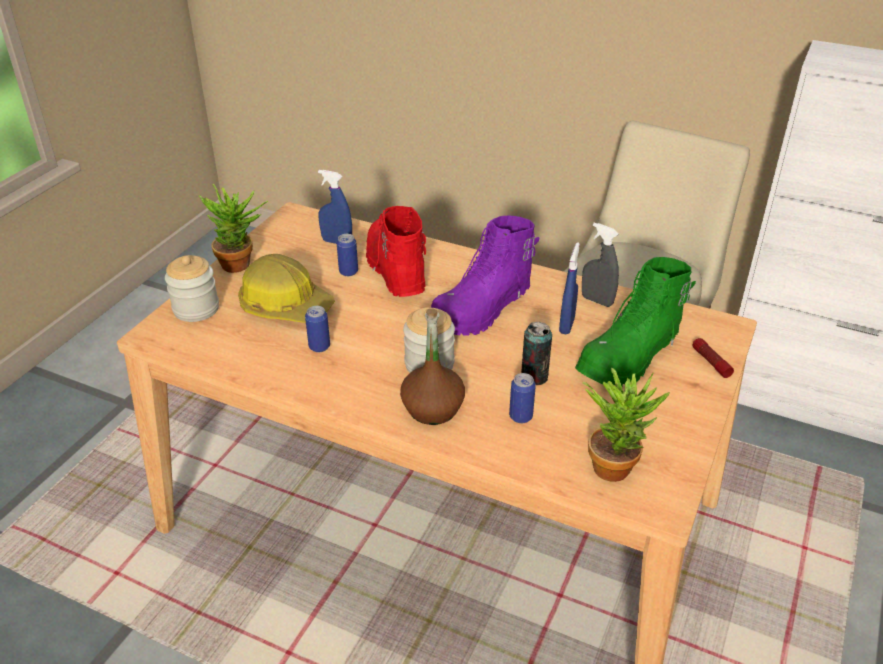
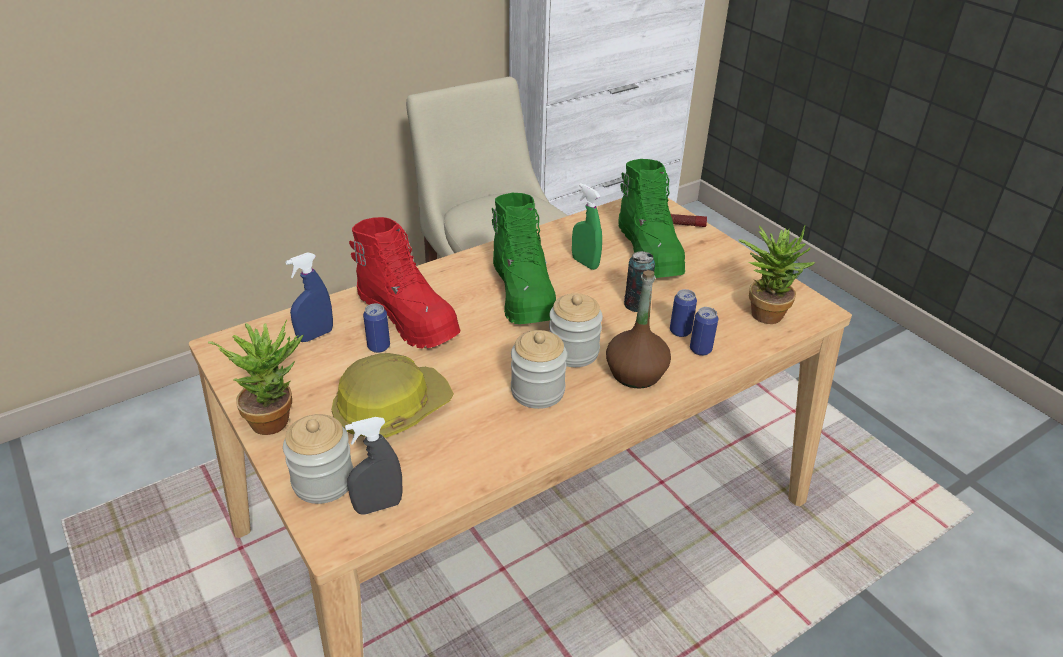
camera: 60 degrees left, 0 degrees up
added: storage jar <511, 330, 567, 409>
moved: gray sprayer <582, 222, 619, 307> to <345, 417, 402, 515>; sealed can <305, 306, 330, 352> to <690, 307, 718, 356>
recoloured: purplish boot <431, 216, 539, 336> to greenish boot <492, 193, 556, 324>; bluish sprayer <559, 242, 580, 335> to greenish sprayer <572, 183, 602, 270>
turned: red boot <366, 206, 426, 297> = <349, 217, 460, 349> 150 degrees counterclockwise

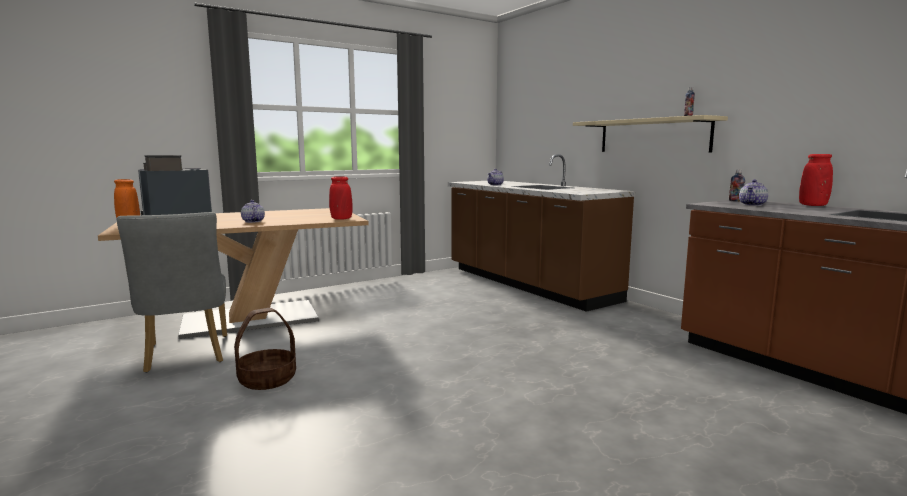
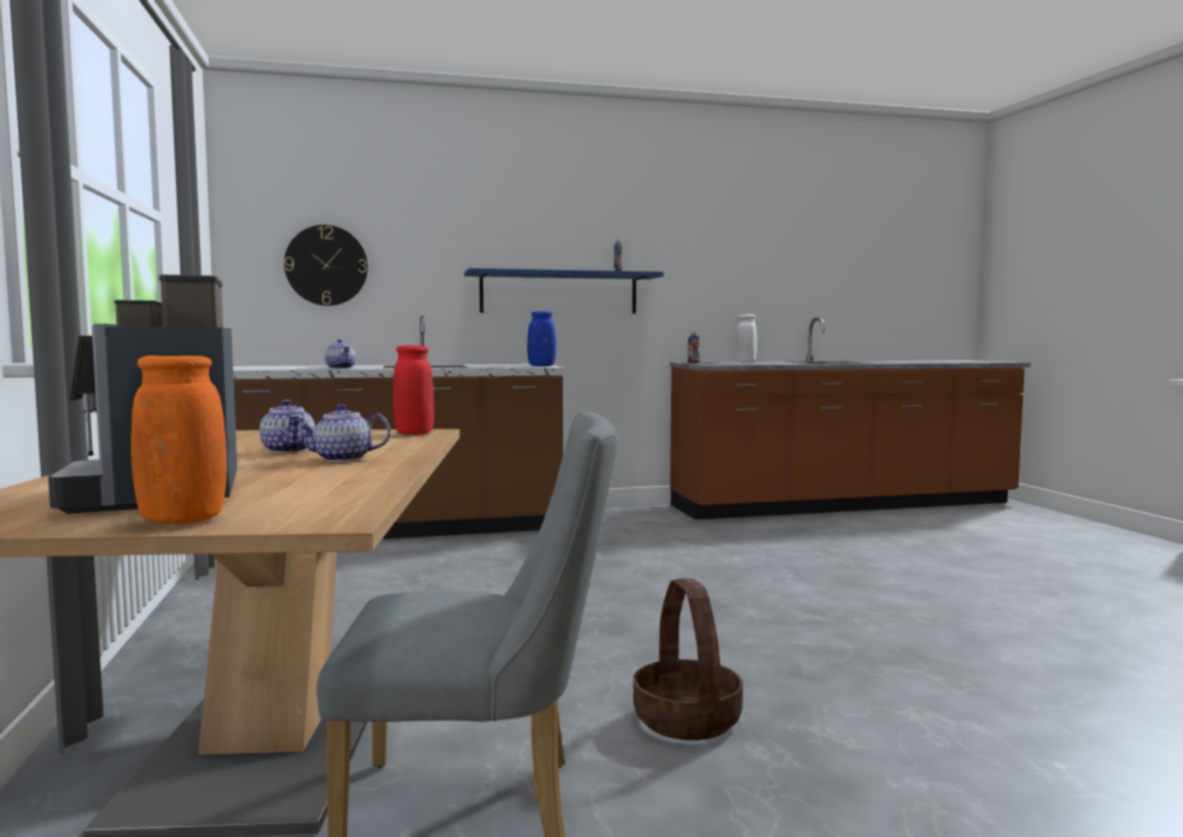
camera: 70 degrees left, 5 degrees down
added: clock on the wall <284, 225, 368, 306>; bluish vase <527, 311, 556, 366>
moved: tea pot <739, 180, 768, 206> to <260, 399, 315, 453>
recoloured: sand-coloured shelf <573, 115, 728, 152> to bluish shelf <464, 268, 664, 314>; red vase <799, 154, 833, 206> to white vase <736, 314, 757, 362>

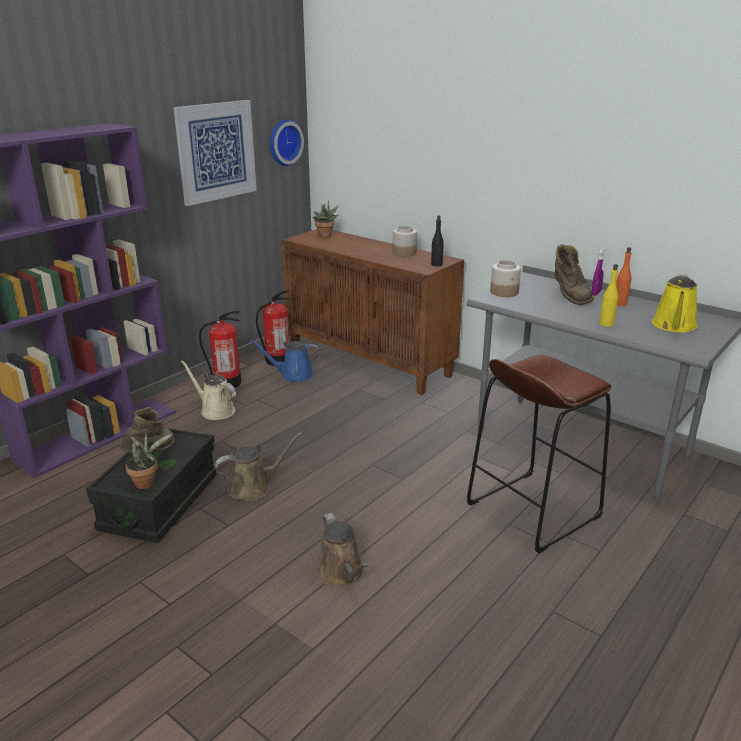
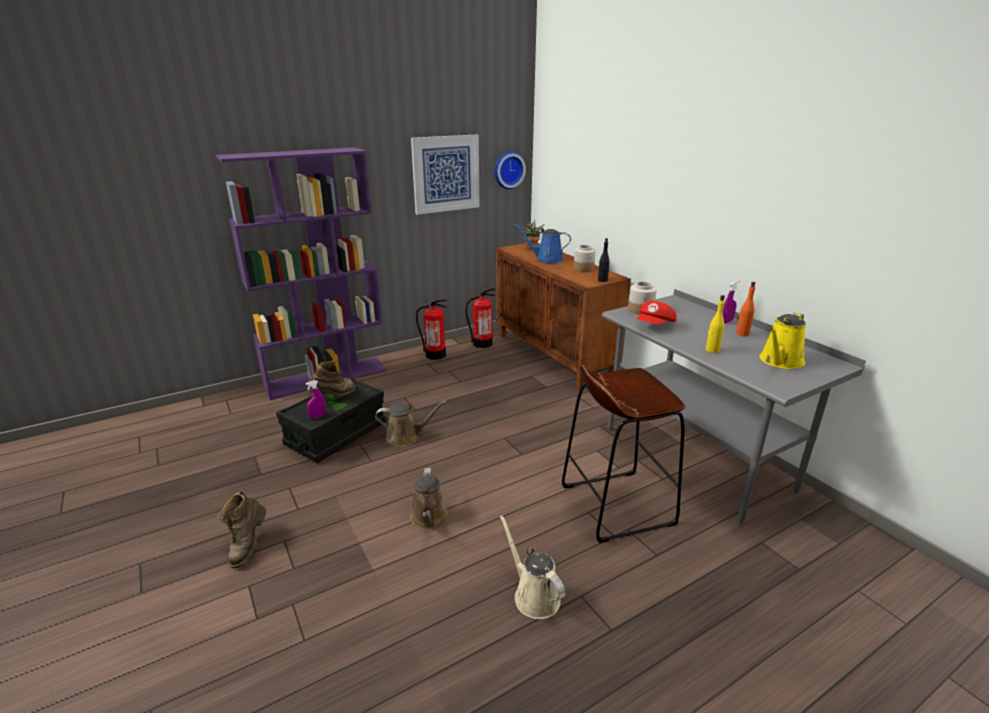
camera: 20 degrees right, 0 degrees up
added: red baseball cap <637, 301, 677, 325>
moved: brown-coloured boot <554, 244, 594, 305> to <217, 492, 266, 568>; sand-coloured sprinkling can <181, 360, 236, 420> to <500, 515, 565, 619>; bluish sprinkling can <250, 340, 320, 382> to <514, 224, 571, 263>
replaced: houseplant <126, 432, 173, 489> to purplish sprayer <305, 380, 326, 419>

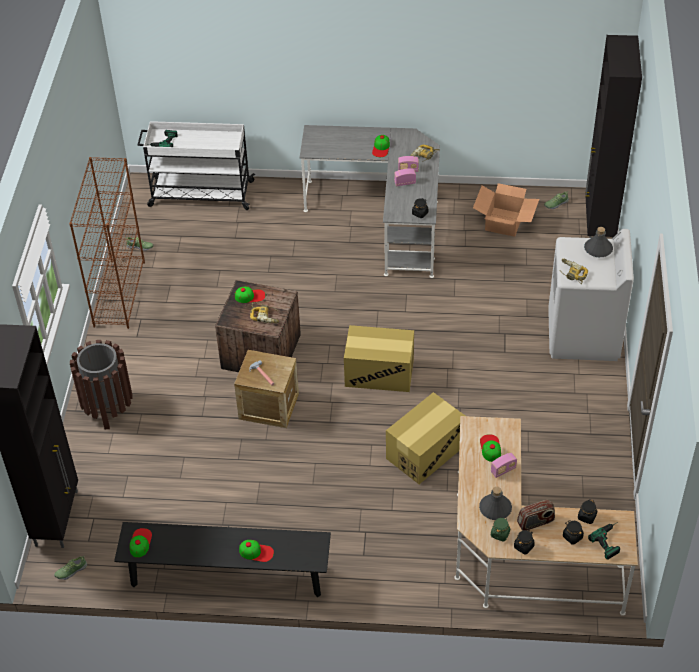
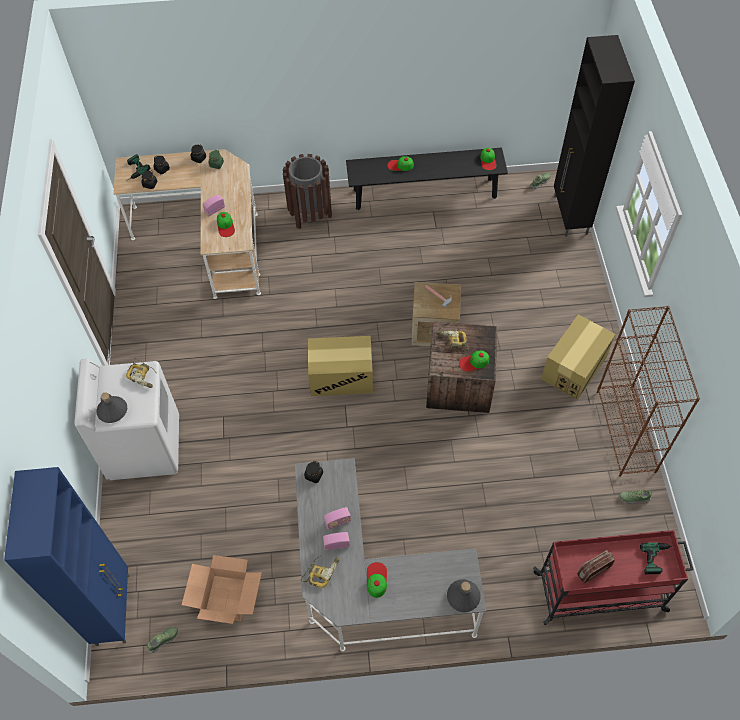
camera: 170 degrees right, 10 degrees up
moved: brown-coloured trash can <70, 340, 133, 429> to <283, 154, 332, 229>; gray bottle <479, 487, 512, 520> to <447, 579, 481, 612>; carton <386, 392, 465, 484> to <541, 314, 616, 400>; radio set <517, 499, 555, 531> to <577, 550, 615, 583>
recoloured: blackish cabinet <585, 35, 642, 239> to bluish cabinet <4, 467, 129, 646>; white trolley <137, 121, 255, 210> to red trolley <533, 530, 694, 626>

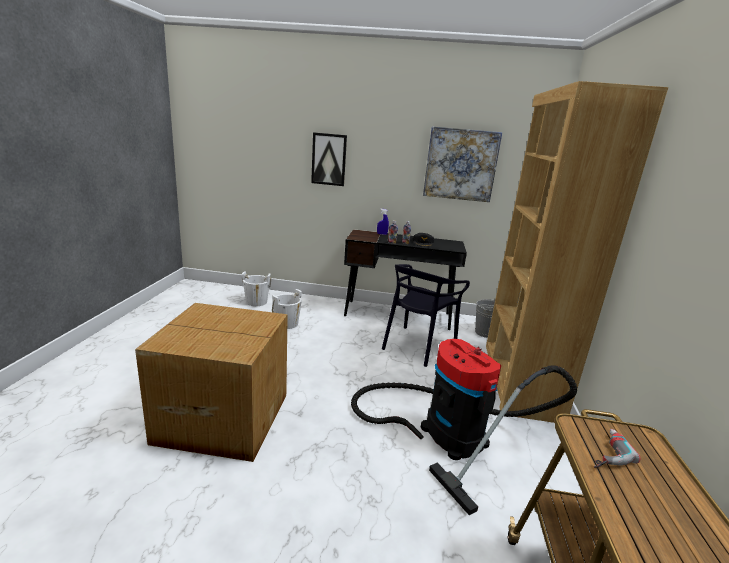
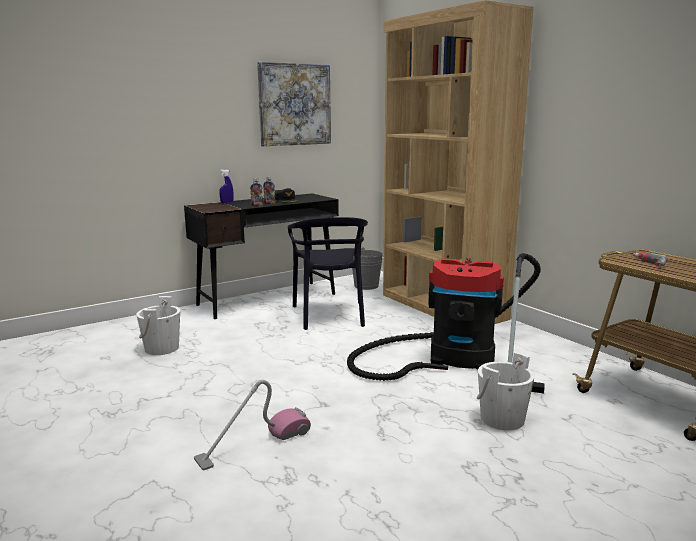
camera: 40 degrees left, 5 degrees down
removed: wall picture <311, 132, 347, 186>
moved: white pail <242, 271, 271, 306> to <477, 352, 535, 430>
replaced: carton <135, 303, 288, 462> to hoover <194, 380, 311, 470>

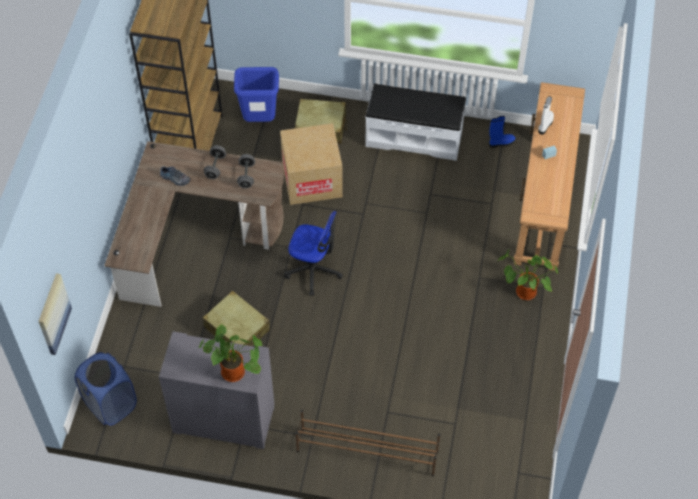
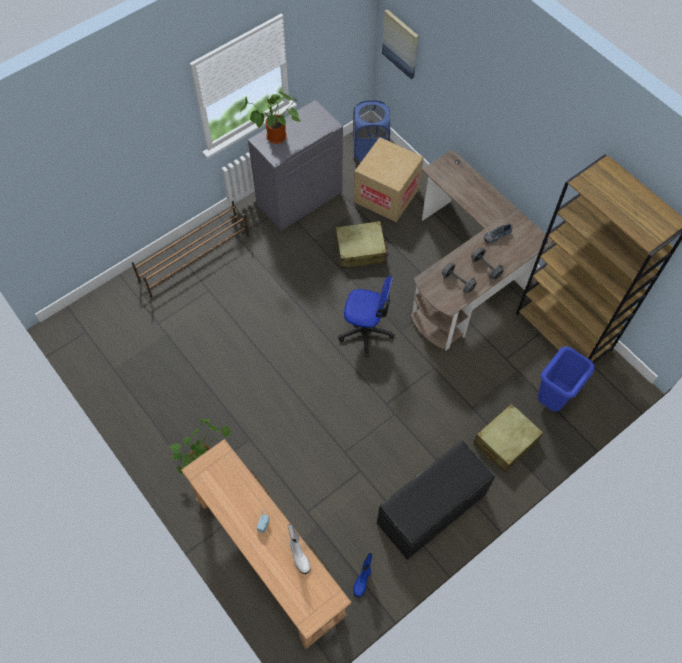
camera: 130 degrees right, 5 degrees up
moved: carton <280, 123, 343, 205> to <354, 137, 424, 222>
recoloured: white long seat <365, 84, 466, 161> to blackish long seat <377, 441, 495, 560>
turned: desk chair <284, 211, 343, 296> = <338, 276, 395, 357> 135 degrees counterclockwise

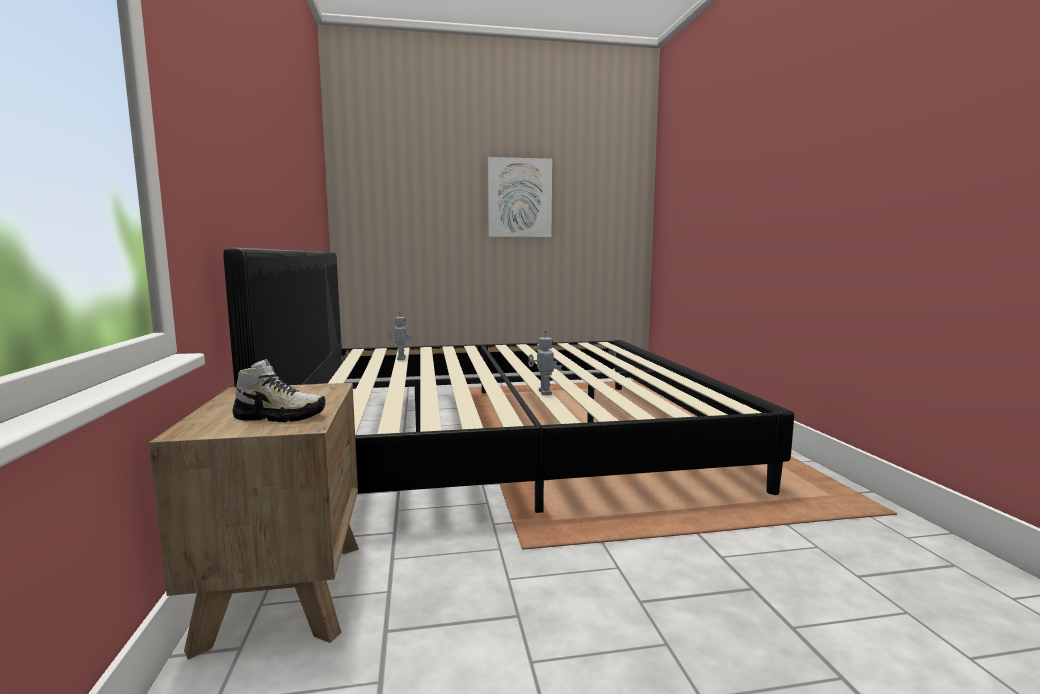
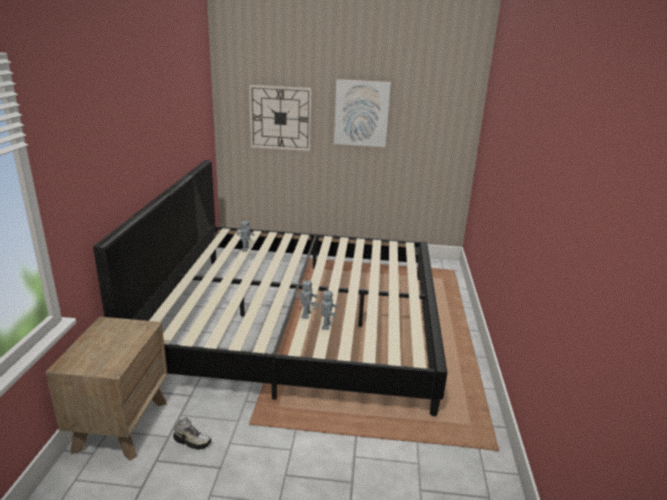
camera: 15 degrees right, 15 degrees up
added: clock on the wall <249, 85, 312, 151>; robot figure <315, 288, 338, 330>
moved: shoe <232, 359, 326, 422> to <173, 417, 211, 450>

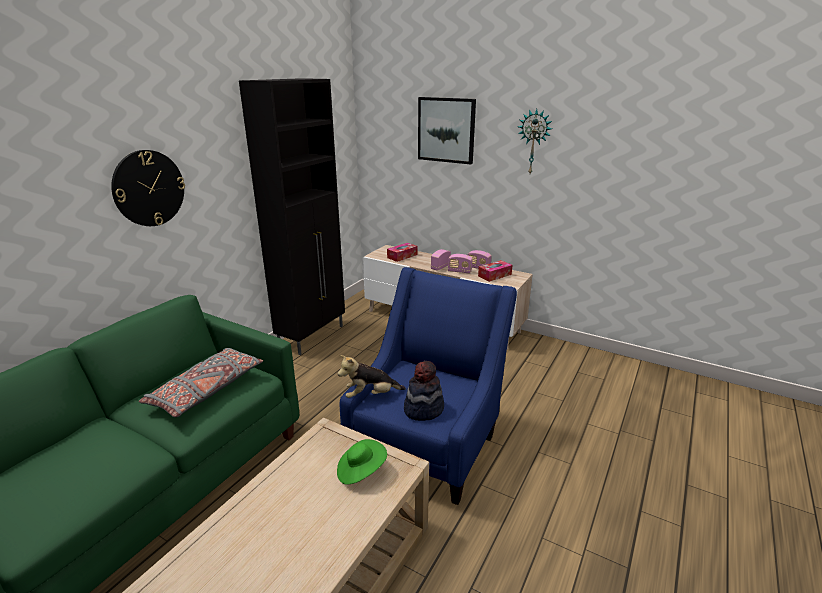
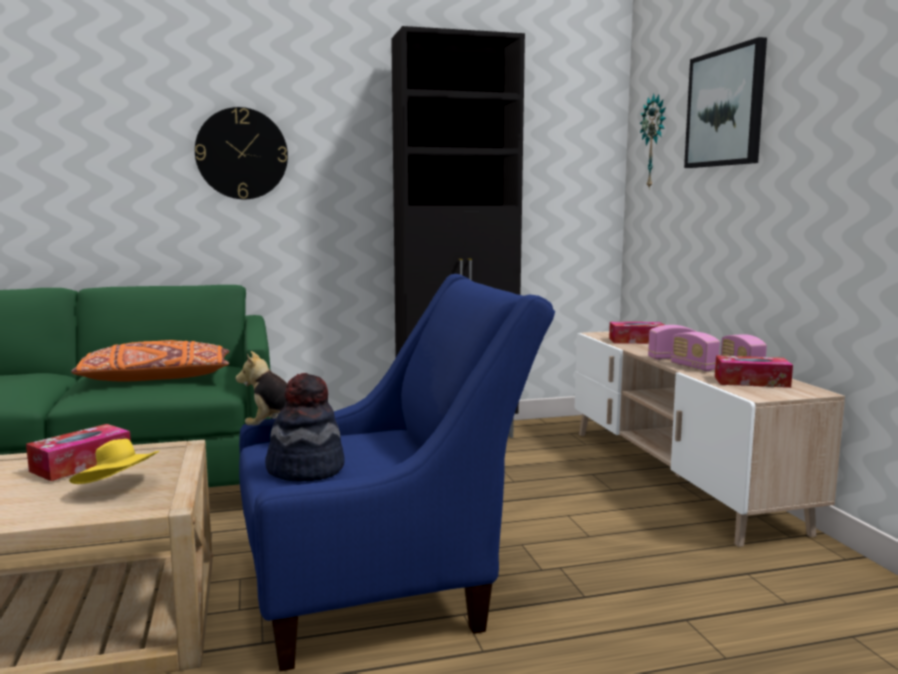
camera: 45 degrees right, 15 degrees down
added: box of tissues <26, 424, 131, 481>
moved: clock on the wall <518, 109, 552, 173> to <640, 94, 666, 188>
recoloured: greenish wearable hat <337, 439, 387, 485> to yellow wearable hat <69, 439, 159, 484>; gray throw pillow <139, 348, 263, 417> to orangey throw pillow <71, 340, 229, 381>

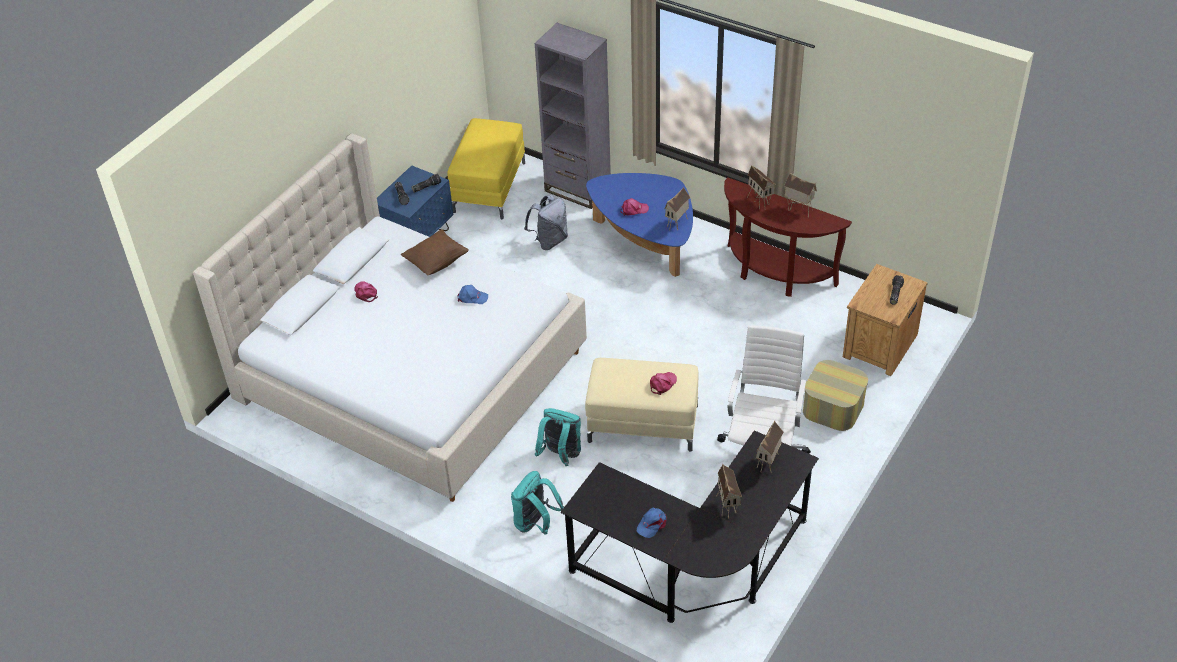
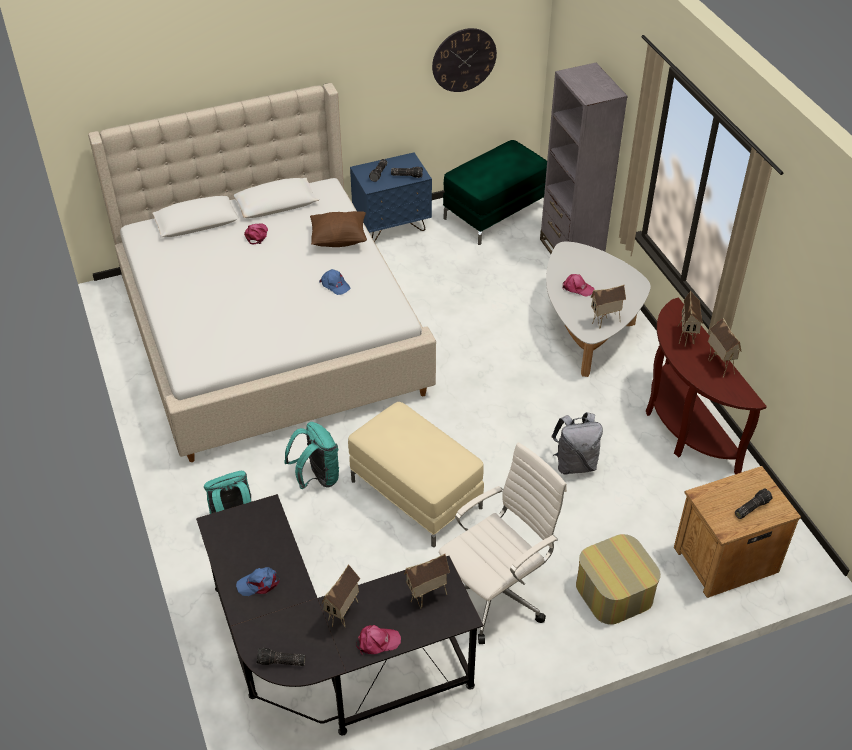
camera: 35 degrees right, 0 degrees up
added: torch <256, 648, 305, 666>; clock on the wall <432, 28, 497, 92>
moved: pink-coloured baseball cap <650, 372, 677, 395> to <356, 625, 401, 655>; gray rucksack <524, 195, 568, 250> to <551, 412, 603, 474>
recoloured: yellow pouffe <448, 118, 525, 219> to greenish pouffe <443, 140, 547, 245>; bluish low table <586, 173, 693, 277> to white low table <546, 241, 651, 377>

